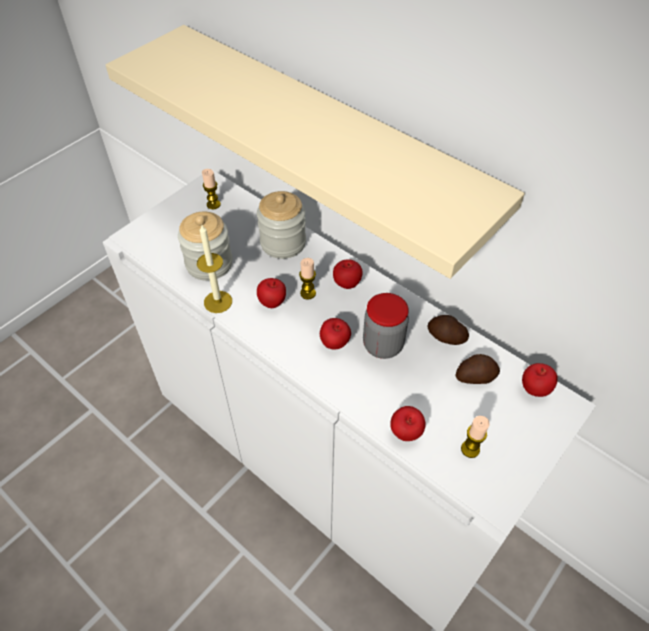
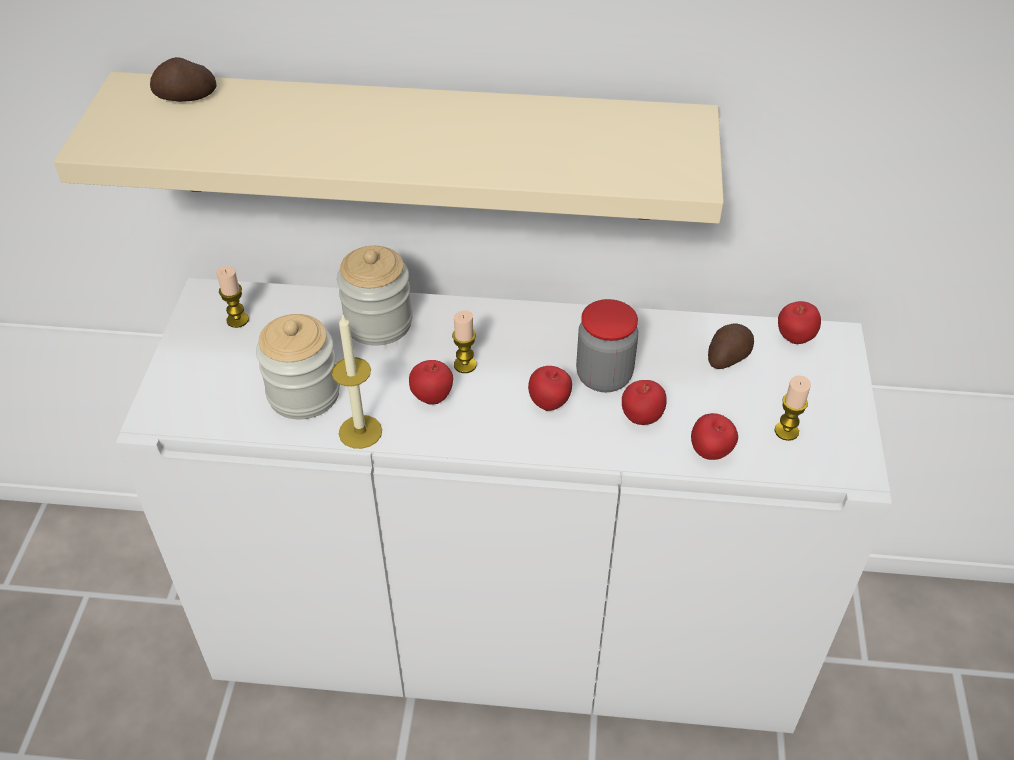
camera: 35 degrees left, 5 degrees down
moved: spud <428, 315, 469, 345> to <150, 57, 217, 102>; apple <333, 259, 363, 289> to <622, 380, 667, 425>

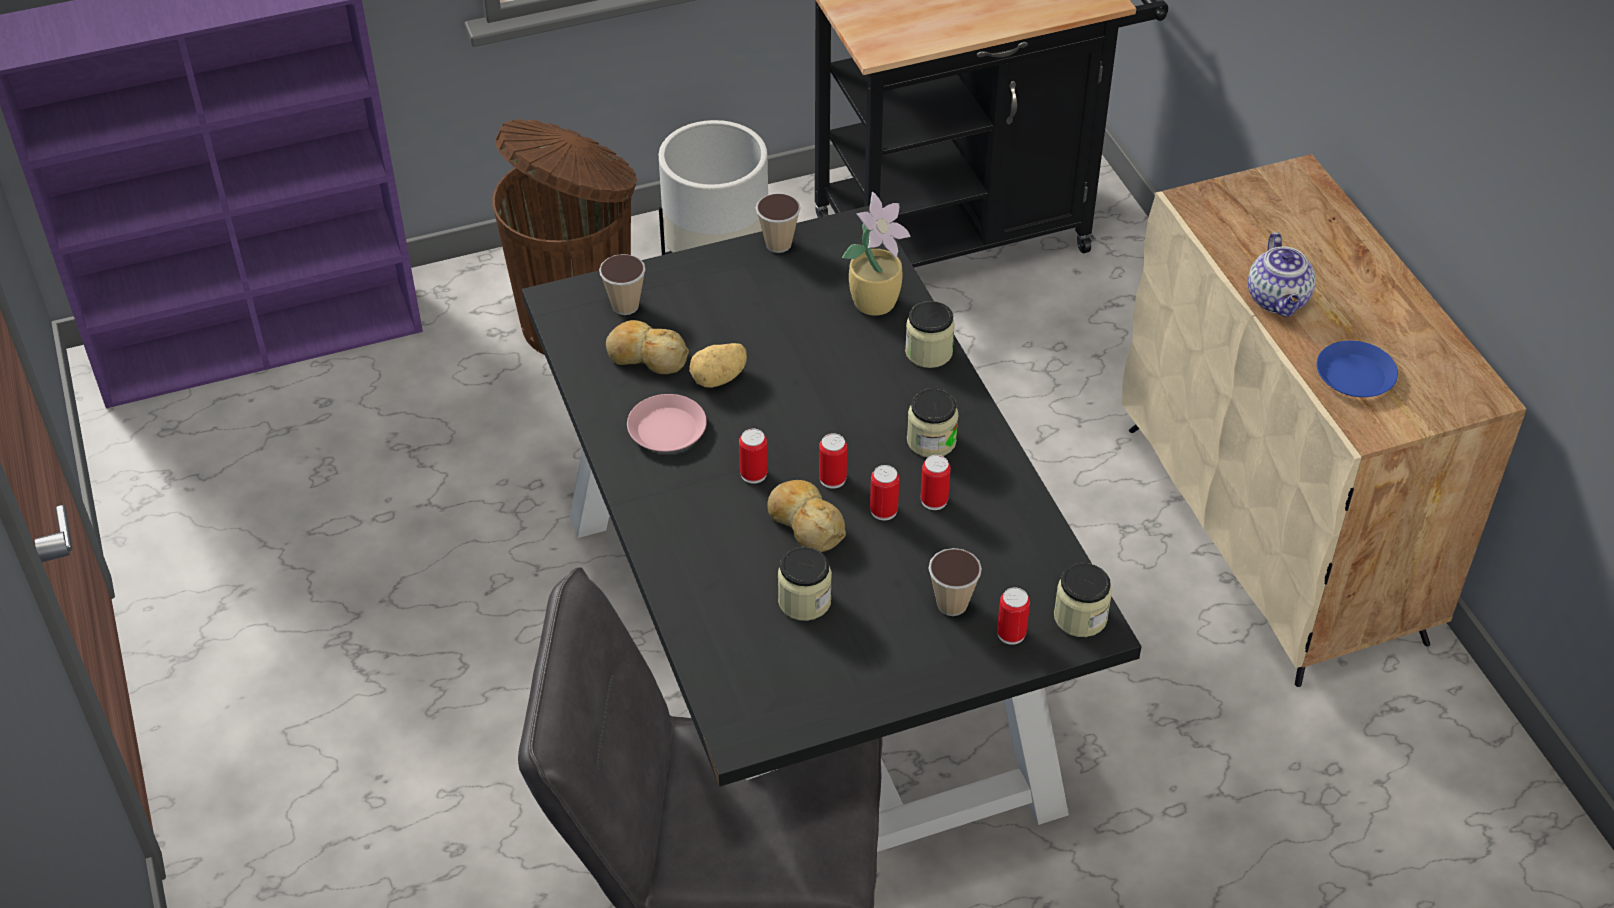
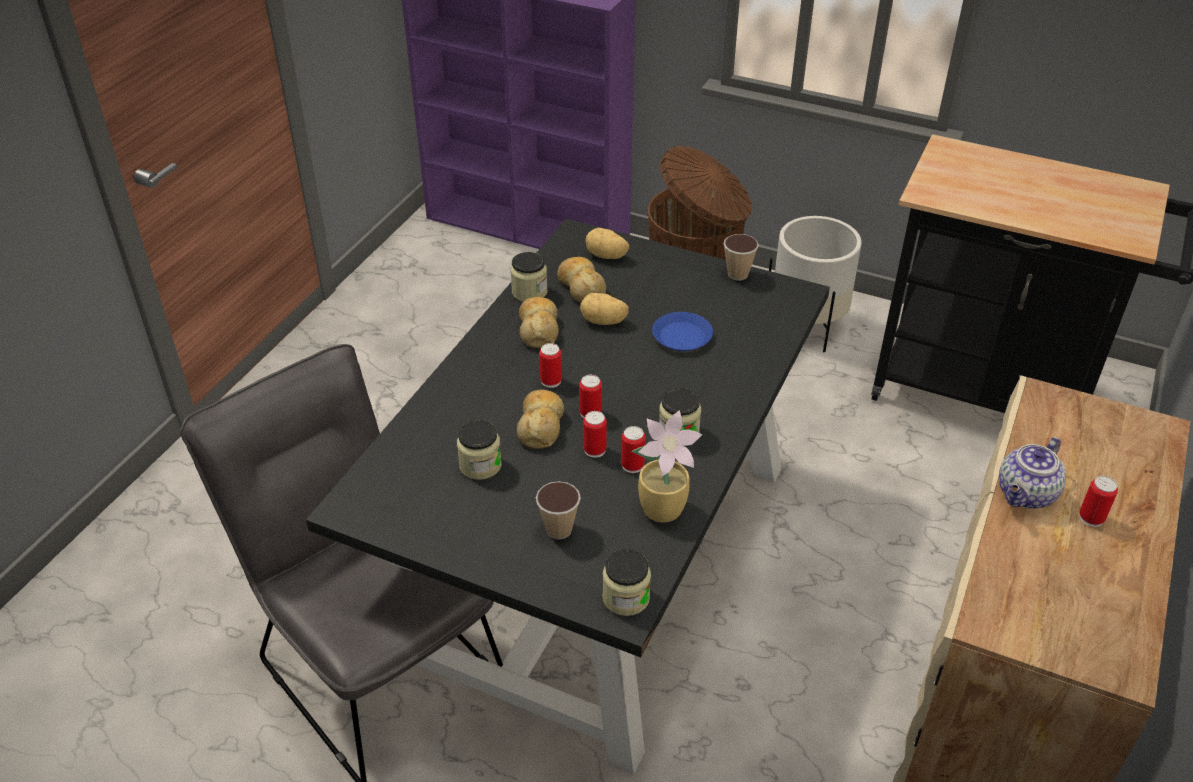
camera: 45 degrees right, 5 degrees down
moved: storage jar <905, 301, 955, 368> to <510, 252, 548, 302>; houseplant <842, 191, 910, 316> to <631, 410, 702, 523>; bluish plate <1317, 341, 1398, 397> to <652, 312, 713, 351>; sealed can <997, 588, 1030, 645> to <1079, 476, 1118, 527>
replaced: pink-coloured plate <627, 394, 707, 452> to bread <519, 297, 559, 348>; cup <599, 254, 646, 315> to spud <585, 228, 629, 259>

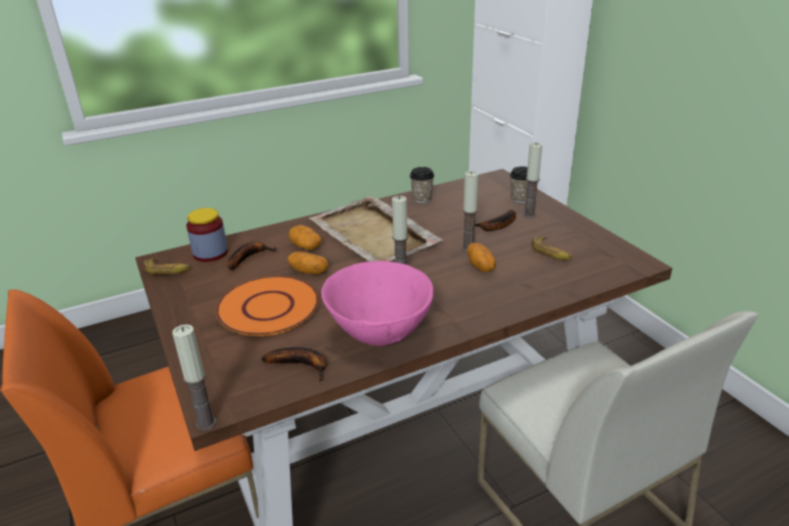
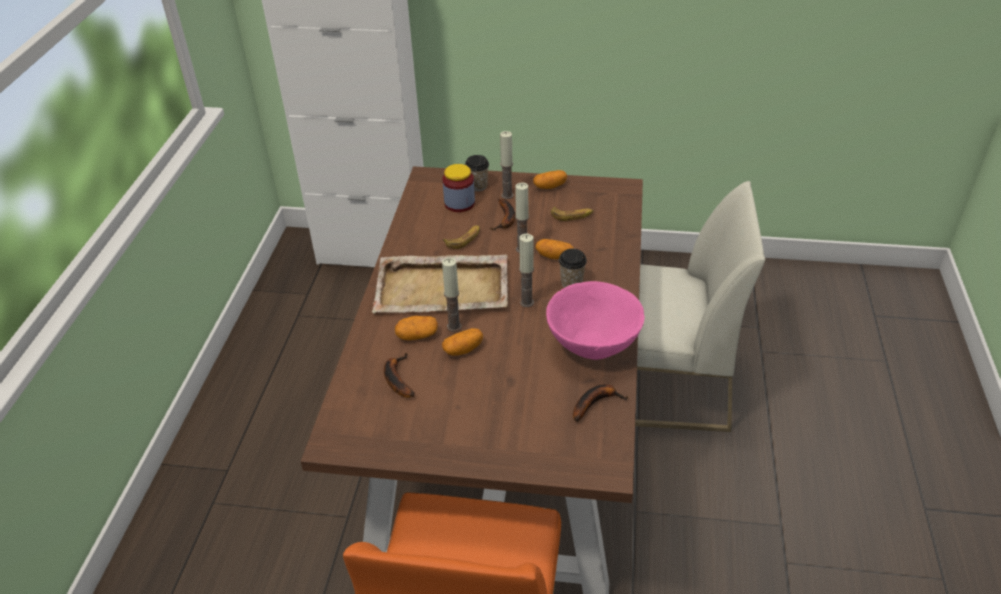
camera: 55 degrees left, 10 degrees up
removed: orangey plate <216, 276, 319, 336>
added: spud <533, 170, 567, 189>
moved: storage jar <186, 208, 228, 262> to <442, 164, 475, 212>; candle <172, 324, 217, 431> to <442, 257, 462, 332>; whole banana <143, 258, 190, 275> to <443, 225, 480, 249>; cup <410, 167, 434, 203> to <559, 249, 587, 288>

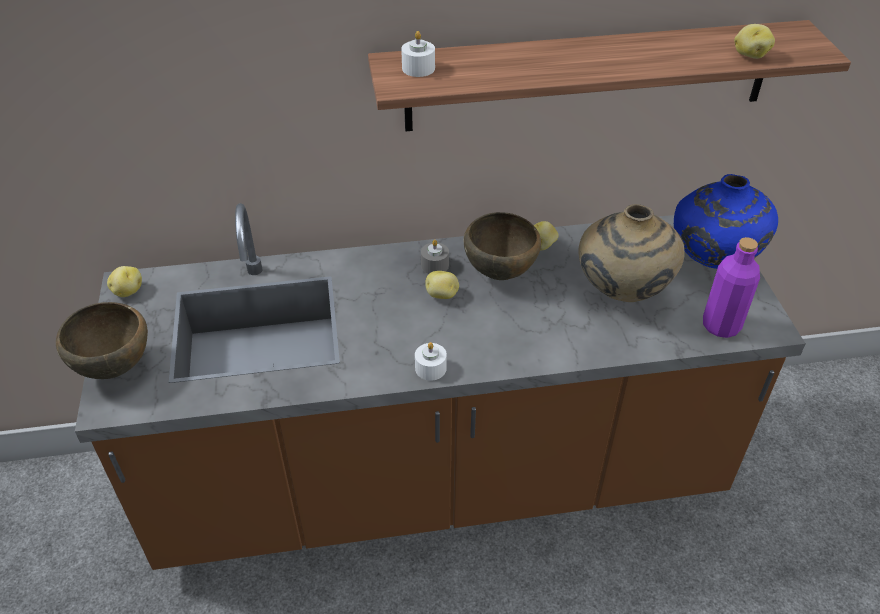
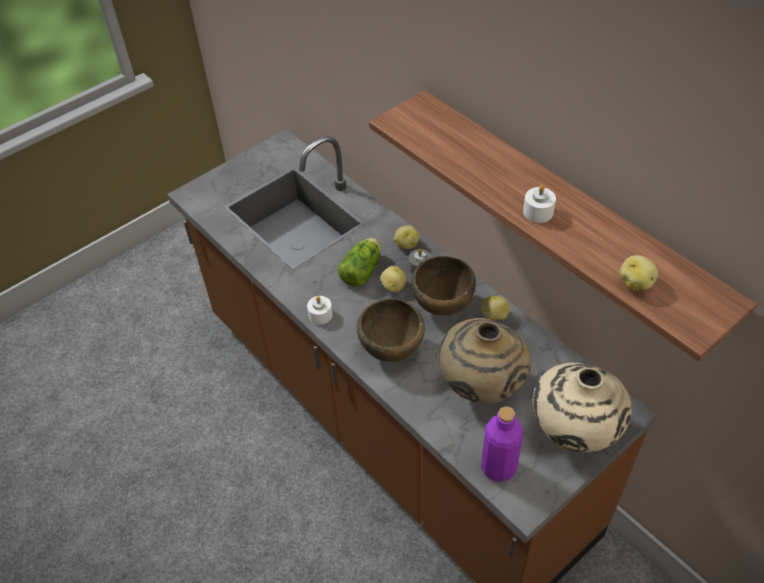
camera: 60 degrees right, 5 degrees up
added: lettuce head <338, 238, 381, 287>
moved: brown-coloured deep dish <56, 302, 148, 379> to <357, 298, 425, 362>; spud <107, 266, 142, 297> to <394, 225, 420, 249>; white candle <401, 31, 435, 77> to <523, 185, 556, 223>
recoloured: bluish vase <674, 174, 778, 269> to sand-coloured vase <533, 362, 632, 452>

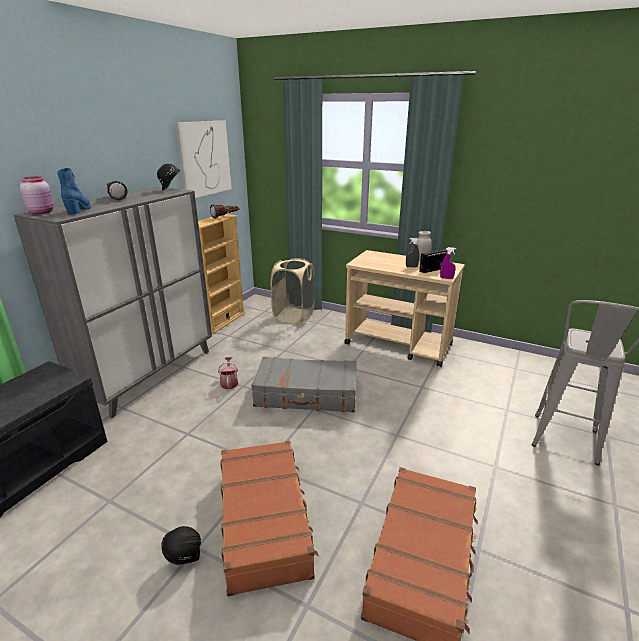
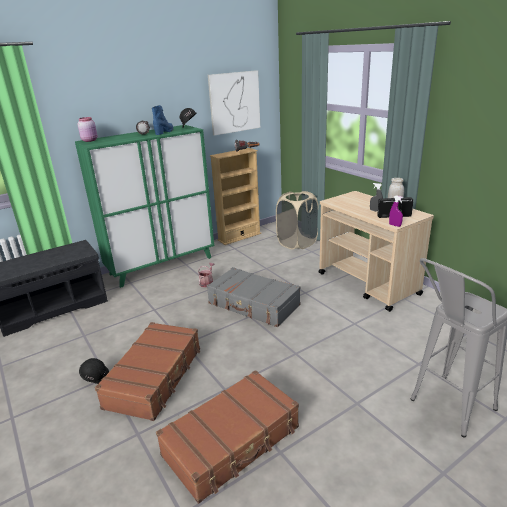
camera: 30 degrees right, 0 degrees up
moved: bluish boot <57, 168, 91, 215> to <152, 105, 173, 135>
recoloured: gray cabinet <14, 187, 212, 418> to greenish cabinet <75, 125, 214, 288>

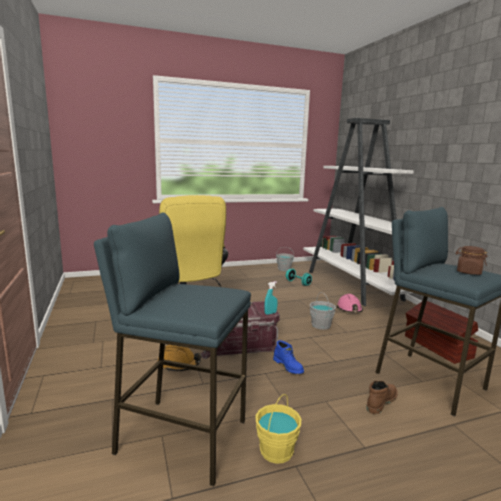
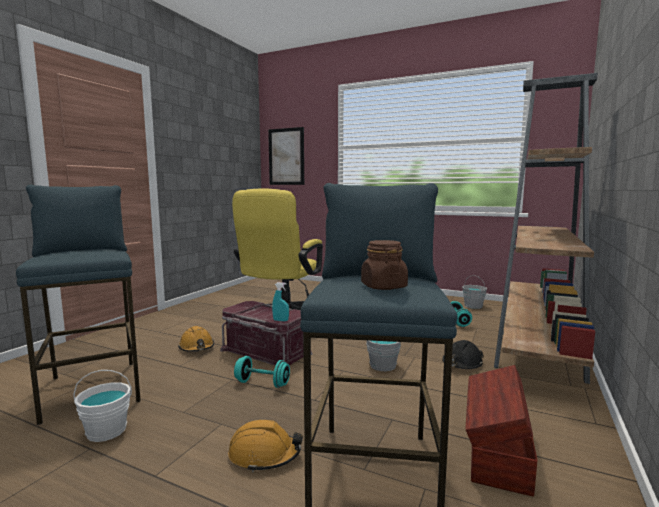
camera: 45 degrees right, 5 degrees down
added: wall picture <268, 127, 304, 185>
replaced: brown-coloured boot <366, 381, 398, 414> to orangey safety helmet <228, 420, 303, 472>; bluish boot <273, 340, 304, 374> to turquoise dumbbell <234, 356, 290, 388>
recoloured: yellow pail <255, 394, 301, 464> to white pail <73, 370, 132, 442>; pink-coloured safety helmet <337, 294, 363, 313> to blackish safety helmet <442, 340, 484, 369>; white bookshelf <303, 118, 414, 306> to brown-coloured bookshelf <494, 73, 598, 384>

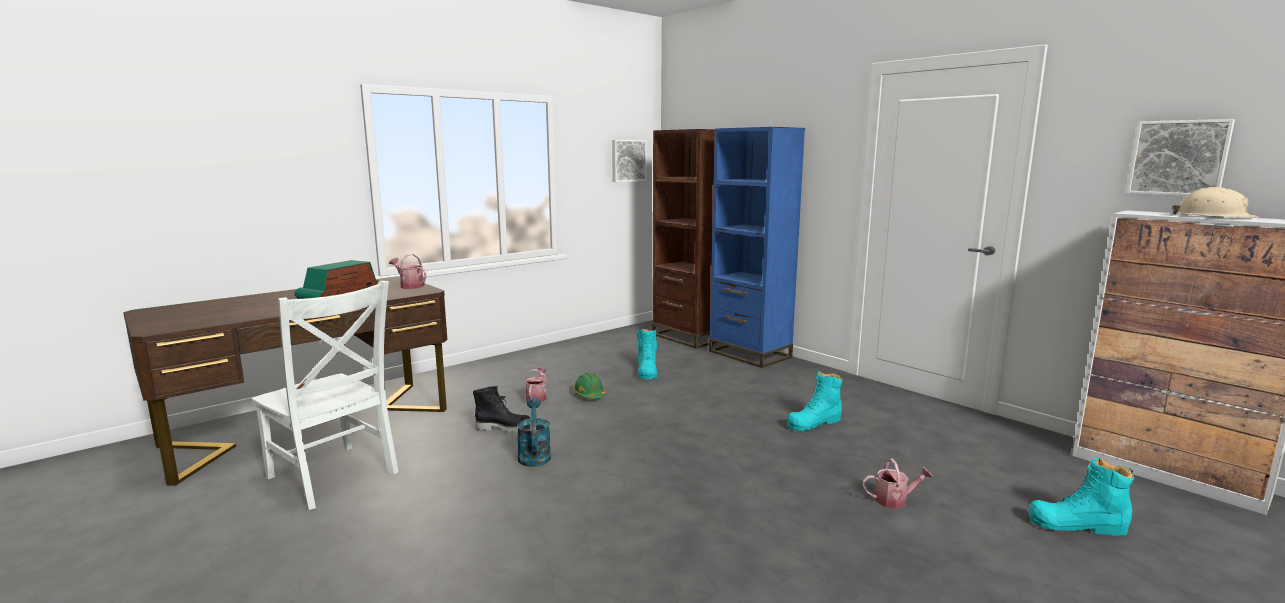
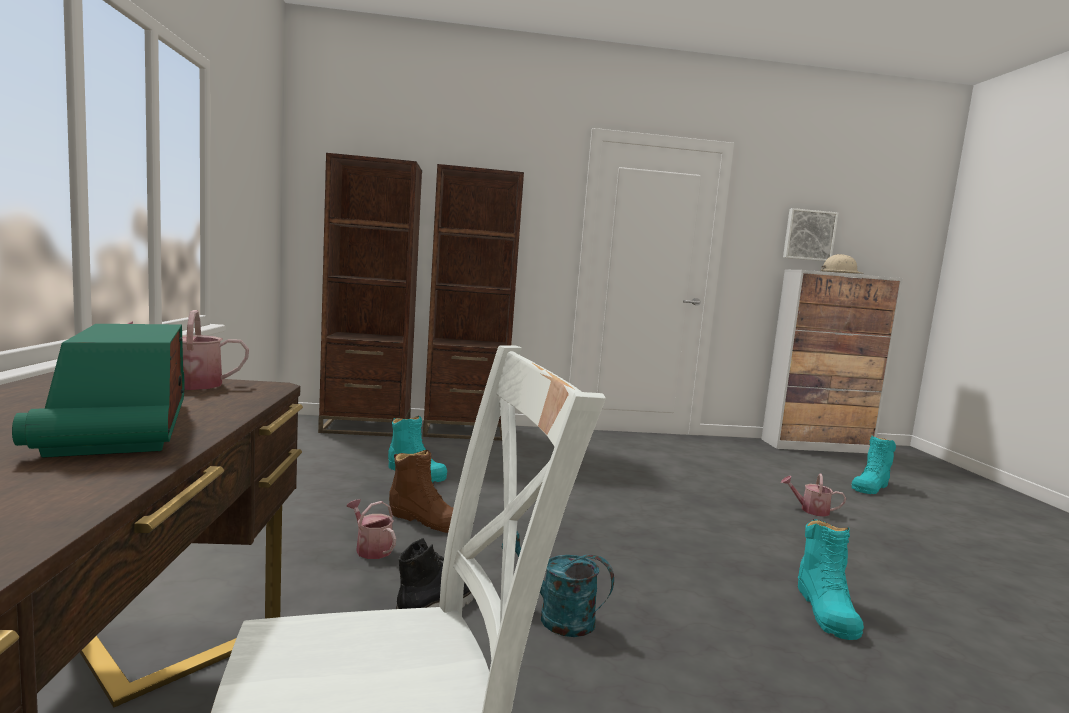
camera: 55 degrees left, 5 degrees down
removed: wall picture <612, 140, 646, 182>
moved: turquoise boot <787, 371, 842, 431> to <798, 519, 864, 640>
replaced: greenish safety helmet <573, 372, 606, 399> to brown-coloured boot <389, 449, 454, 533>
recoloured: bluish bookshelf <709, 127, 805, 368> to brown-coloured bookshelf <423, 164, 524, 441>
turned: sprinkling can <863, 459, 933, 509> = <781, 473, 846, 517> 105 degrees counterclockwise

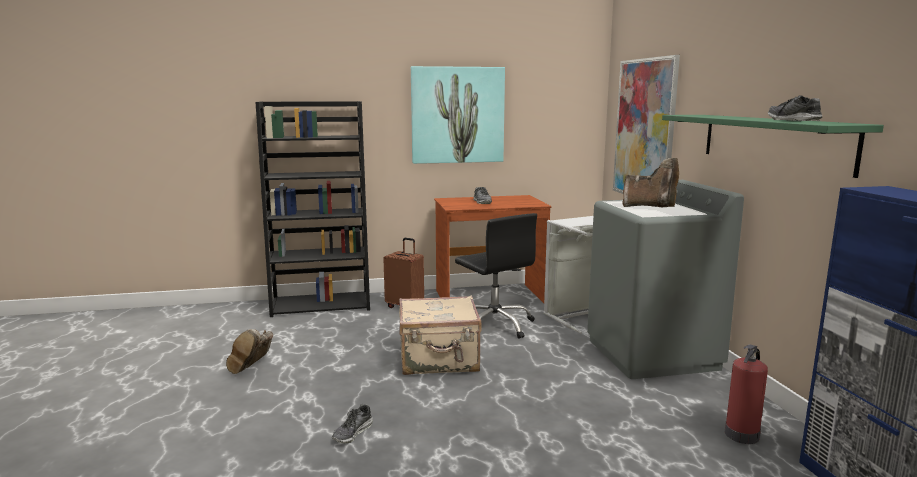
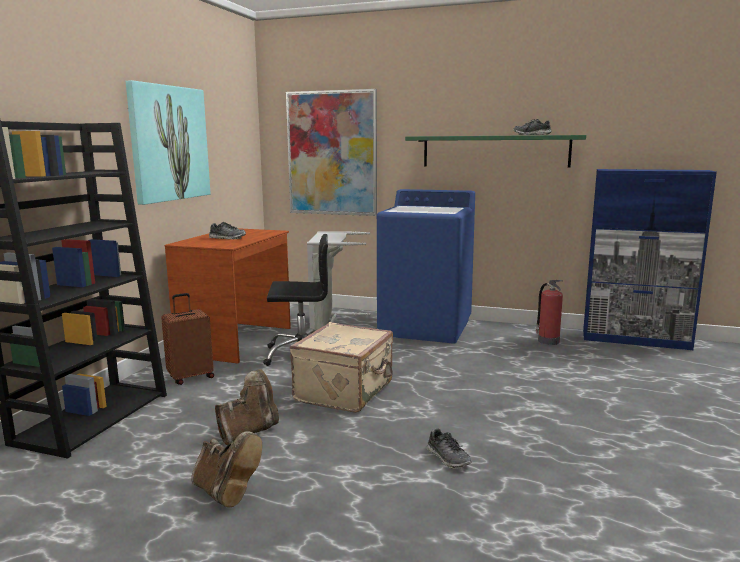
camera: 60 degrees left, 0 degrees up
moved: brown-coloured boot <622, 158, 679, 207> to <215, 369, 279, 445>
recoloured: gray washing machine <587, 180, 744, 379> to bluish washing machine <377, 189, 475, 344>

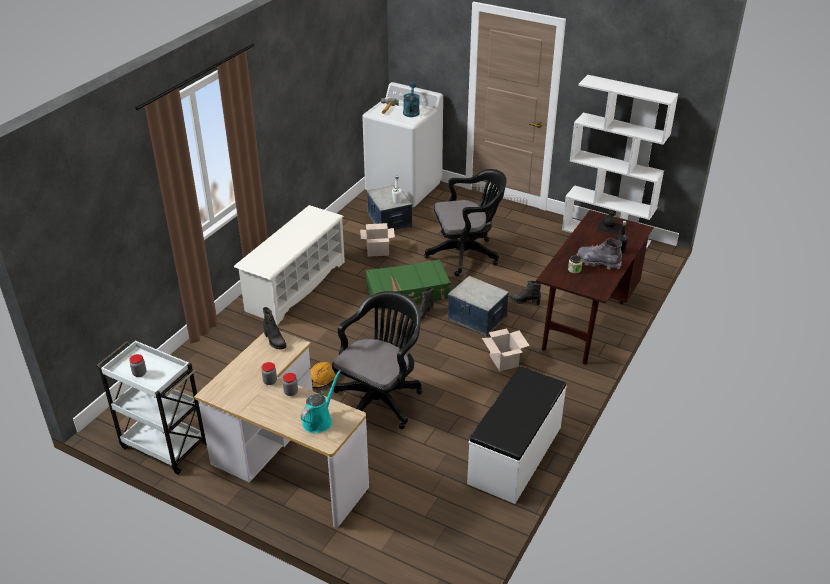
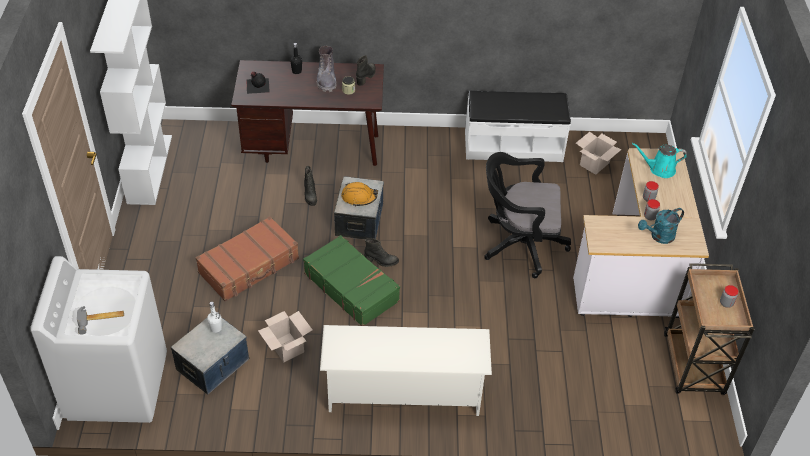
camera: 120 degrees left, 10 degrees up
moved: orangey safety helmet <311, 362, 337, 388> to <341, 182, 378, 207>; blackish boot <263, 307, 287, 350> to <356, 55, 376, 86>; carton <482, 329, 530, 371> to <576, 132, 622, 175>; turquoise sprinkling can <403, 82, 420, 117> to <638, 208, 684, 244>
replaced: blackish desk chair <424, 169, 506, 276> to brown-coloured suitcase <195, 216, 299, 301>
recoloured: white trolley <96, 339, 207, 475> to brown-coloured trolley <664, 263, 754, 395>

